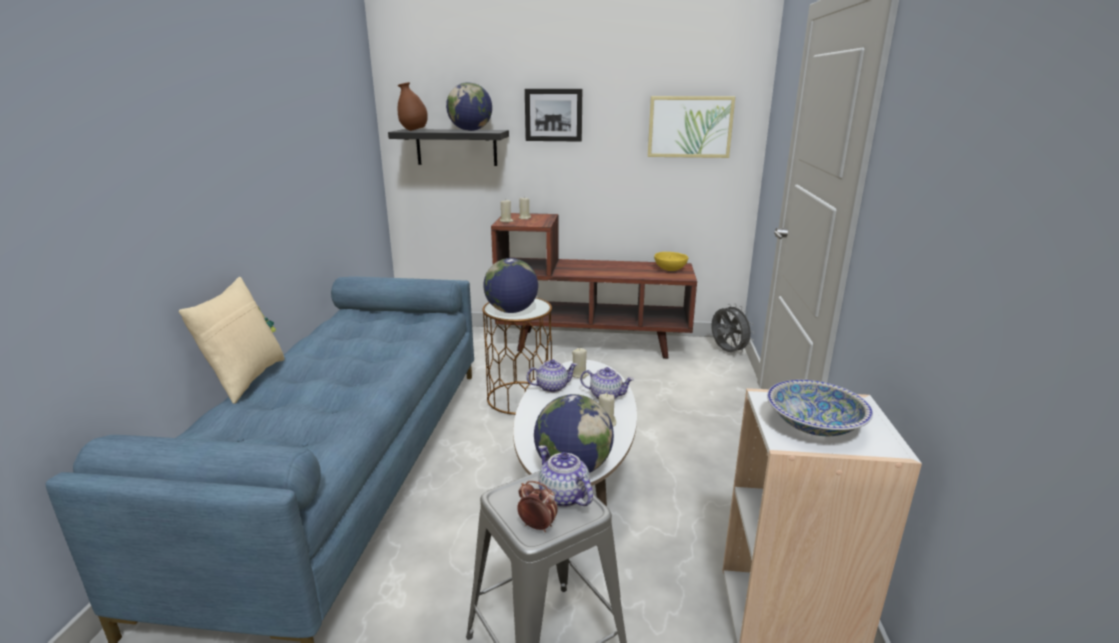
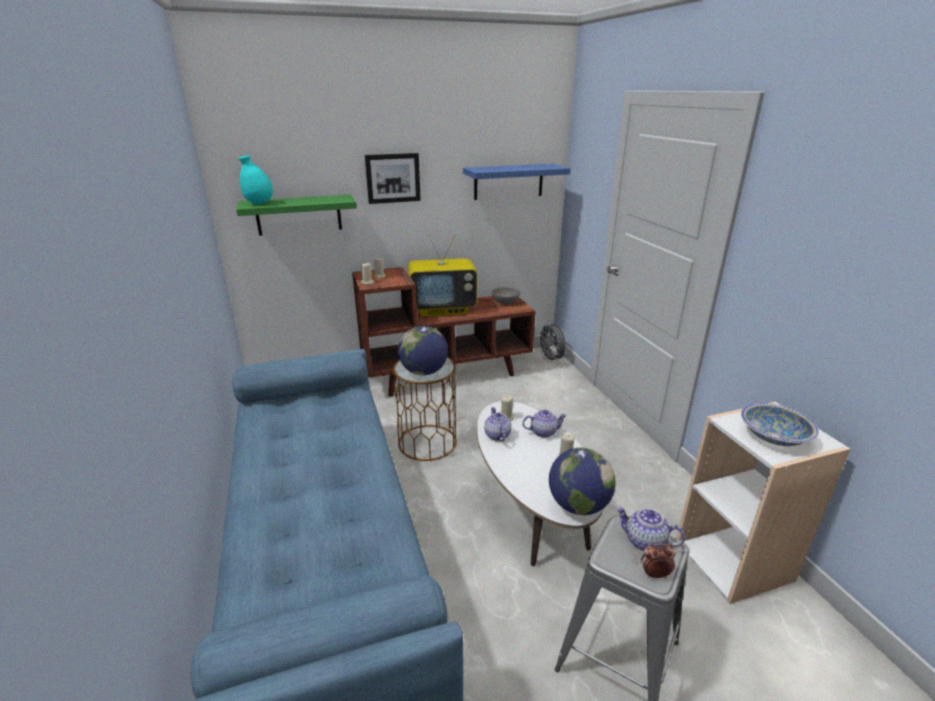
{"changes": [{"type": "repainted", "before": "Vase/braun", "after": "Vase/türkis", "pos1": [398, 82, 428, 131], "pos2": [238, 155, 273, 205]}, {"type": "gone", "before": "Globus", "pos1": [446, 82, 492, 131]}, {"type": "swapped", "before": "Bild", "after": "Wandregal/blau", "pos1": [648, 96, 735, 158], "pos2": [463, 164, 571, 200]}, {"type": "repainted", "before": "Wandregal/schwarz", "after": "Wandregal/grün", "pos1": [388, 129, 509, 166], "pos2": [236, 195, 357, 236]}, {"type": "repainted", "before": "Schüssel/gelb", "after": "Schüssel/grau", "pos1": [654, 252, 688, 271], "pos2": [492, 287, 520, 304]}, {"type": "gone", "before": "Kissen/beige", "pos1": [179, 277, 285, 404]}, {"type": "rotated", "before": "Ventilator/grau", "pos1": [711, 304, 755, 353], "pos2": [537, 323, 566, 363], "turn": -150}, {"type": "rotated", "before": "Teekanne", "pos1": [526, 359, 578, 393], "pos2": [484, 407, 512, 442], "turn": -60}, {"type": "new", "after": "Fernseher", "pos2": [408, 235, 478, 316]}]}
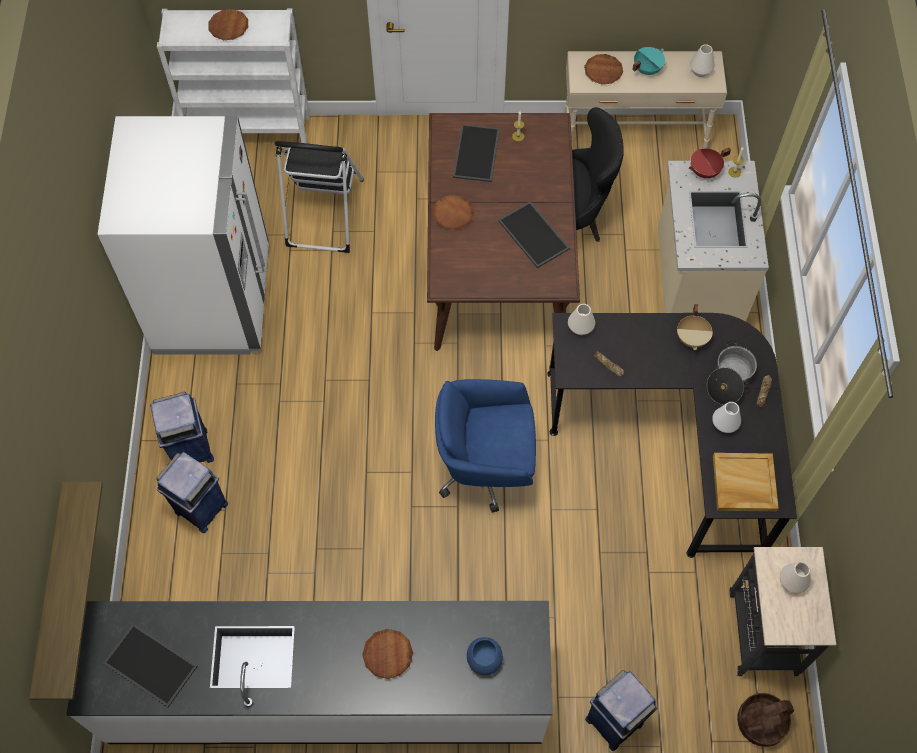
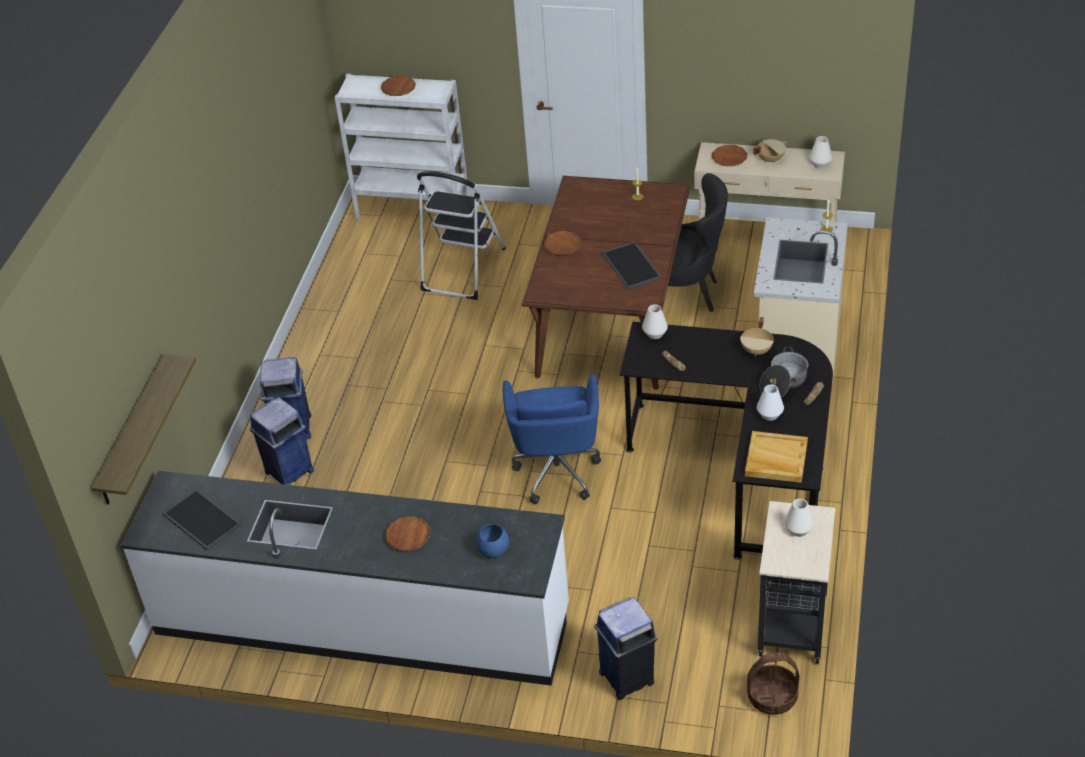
{"changes": [{"type": "repainted", "before": "Kochtopf/türkis", "after": "Kochtopf/beige", "pos1": [632, 47, 665, 75], "pos2": [753, 139, 786, 163]}, {"type": "gone", "before": "Kühlschrank/weiß", "pos1": [98, 116, 269, 355]}, {"type": "gone", "before": "Tablett", "pos1": [453, 124, 500, 182]}, {"type": "gone", "before": "Kochtopf/rot", "pos1": [689, 148, 731, 178]}, {"type": "rotated", "before": "Bürostuhl/blau", "pos1": [435, 379, 536, 513], "pos2": [503, 374, 601, 504], "turn": -105}]}
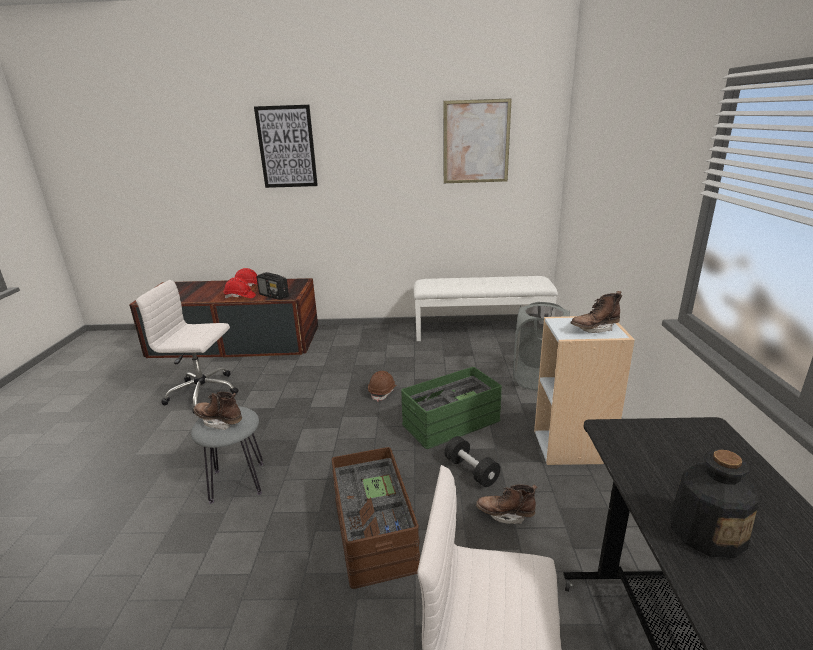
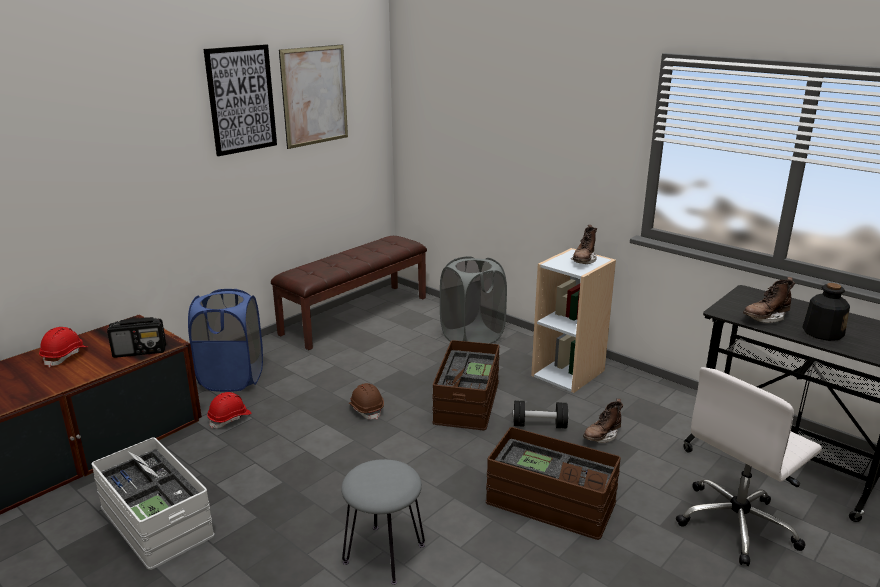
{"changes": [{"type": "shifted", "before": "Bild", "pos1": [254, 105, 318, 188], "pos2": [204, 44, 277, 156]}, {"type": "repainted", "before": "Bank/weiß", "after": "Bank/braun", "pos1": [414, 276, 558, 341], "pos2": [271, 236, 427, 350]}, {"type": "shifted", "before": "Schutzhelm/rot", "pos1": [224, 277, 256, 298], "pos2": [207, 392, 252, 429]}, {"type": "swapped", "before": "Bürostuhl/weiß", "after": "Aufbewahrungsbox/weiß", "pos1": [136, 280, 238, 414], "pos2": [91, 438, 215, 570]}, {"type": "repainted", "before": "Aufbewahrungsbox/grün", "after": "Aufbewahrungsbox/braun", "pos1": [401, 367, 502, 449], "pos2": [432, 340, 499, 430]}, {"type": "shifted", "before": "Stiefel/braun", "pos1": [193, 392, 242, 430], "pos2": [743, 277, 795, 323]}, {"type": "new", "after": "Wäschekorb/blau", "pos2": [188, 289, 263, 392]}]}
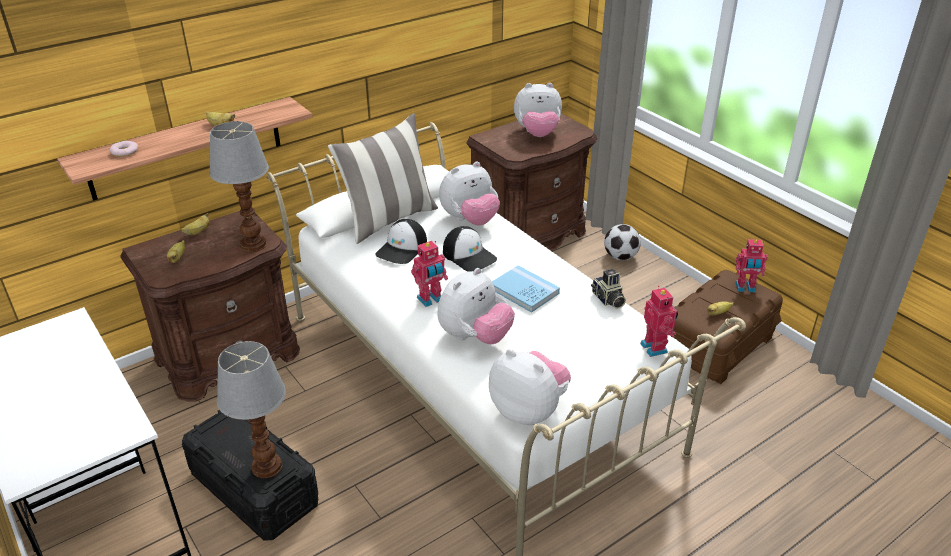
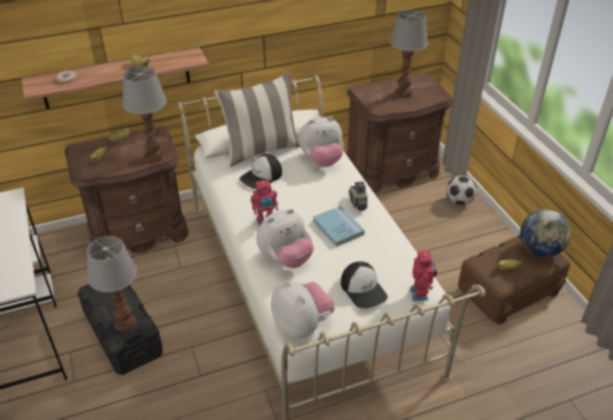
{"changes": [{"type": "swapped", "before": "Plüschtier", "after": "Tischlampe", "pos1": [514, 83, 562, 137], "pos2": [390, 10, 428, 98]}, {"type": "shifted", "before": "Kappe", "pos1": [443, 226, 497, 271], "pos2": [341, 262, 387, 309]}, {"type": "swapped", "before": "Spielzeugroboter", "after": "Globus", "pos1": [735, 239, 768, 292], "pos2": [520, 209, 571, 257]}, {"type": "shifted", "before": "Kamera", "pos1": [591, 269, 626, 309], "pos2": [349, 182, 368, 211]}]}
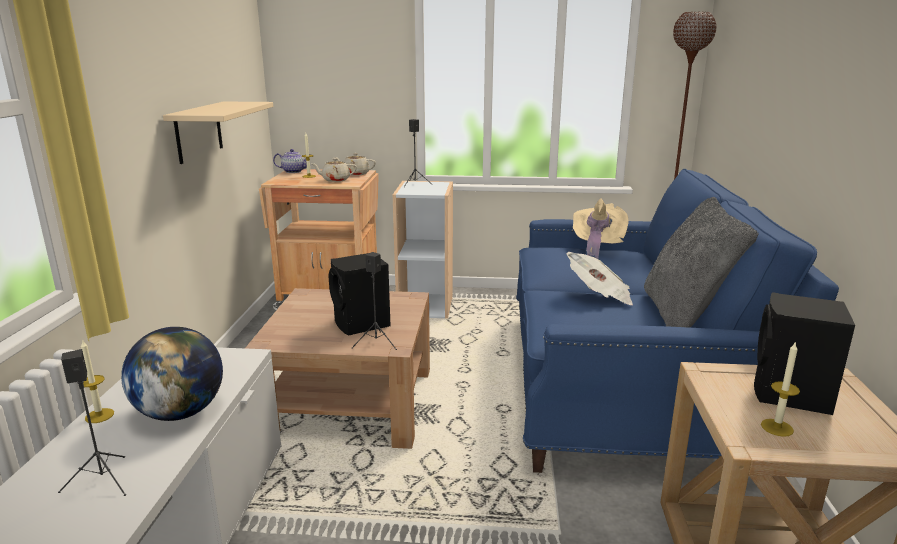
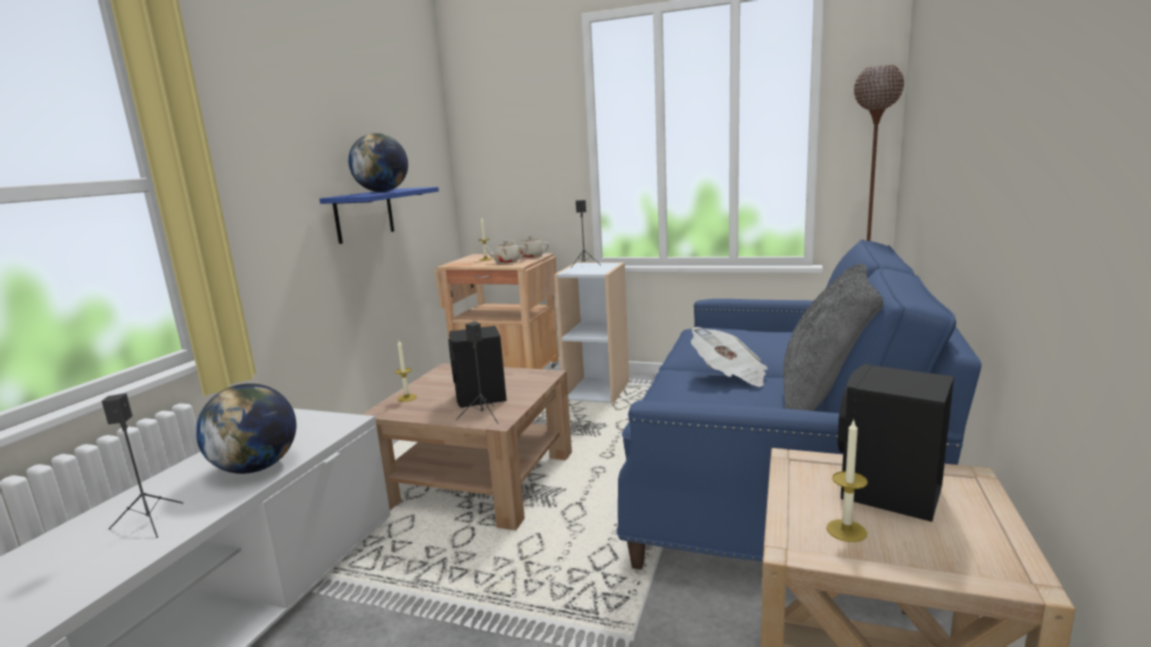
{"changes": [{"type": "repainted", "before": "Wandregal/beige", "after": "Wandregal/blau", "pos1": [163, 102, 273, 164], "pos2": [320, 187, 439, 244]}, {"type": "gone", "before": "Teekanne", "pos1": [273, 149, 311, 173]}, {"type": "gone", "before": "Hut/beige", "pos1": [573, 198, 628, 259]}, {"type": "shifted", "before": "Kerze", "pos1": [81, 339, 114, 423], "pos2": [395, 341, 417, 402]}, {"type": "new", "after": "Globus", "pos2": [348, 133, 408, 192]}]}
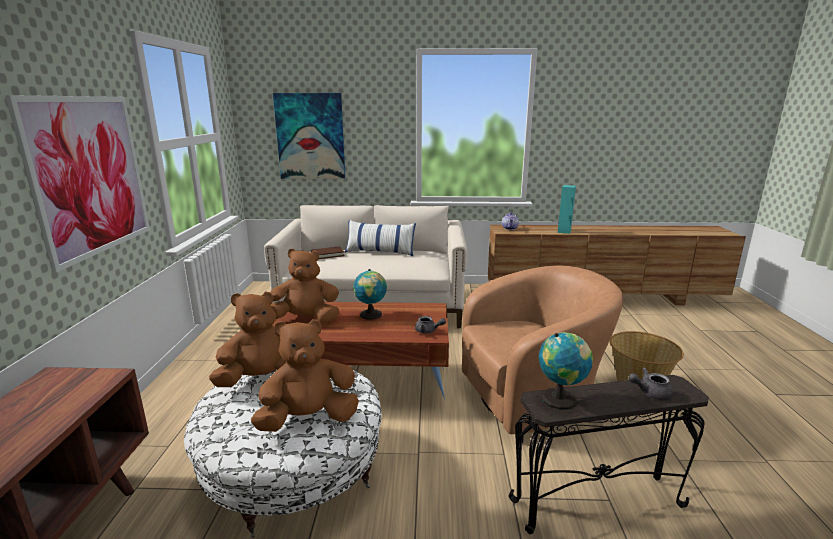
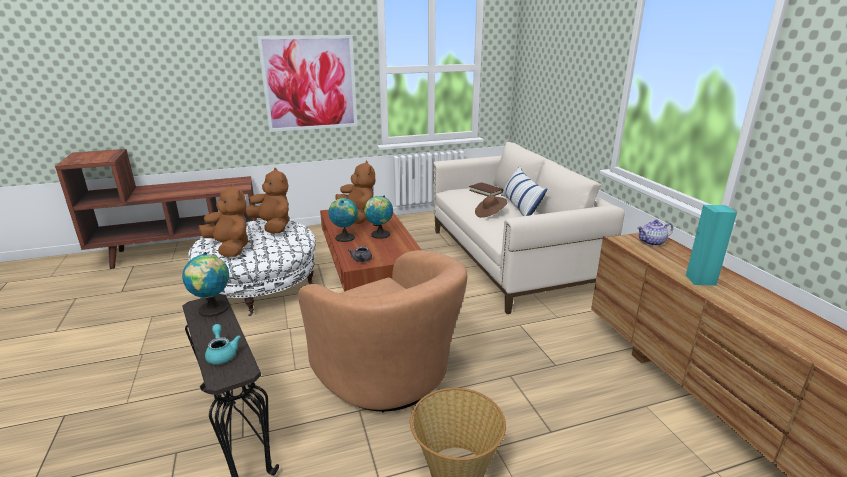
{"changes": [{"type": "gone", "before": "Bild", "pos1": [273, 93, 345, 179]}, {"type": "repainted", "before": "Teekanne/grau", "after": "Teekanne/türkis", "pos1": [629, 367, 673, 400], "pos2": [205, 324, 241, 364]}, {"type": "new", "after": "Hut/braun", "pos2": [475, 195, 507, 218]}, {"type": "new", "after": "Globus", "pos2": [328, 198, 358, 242]}]}
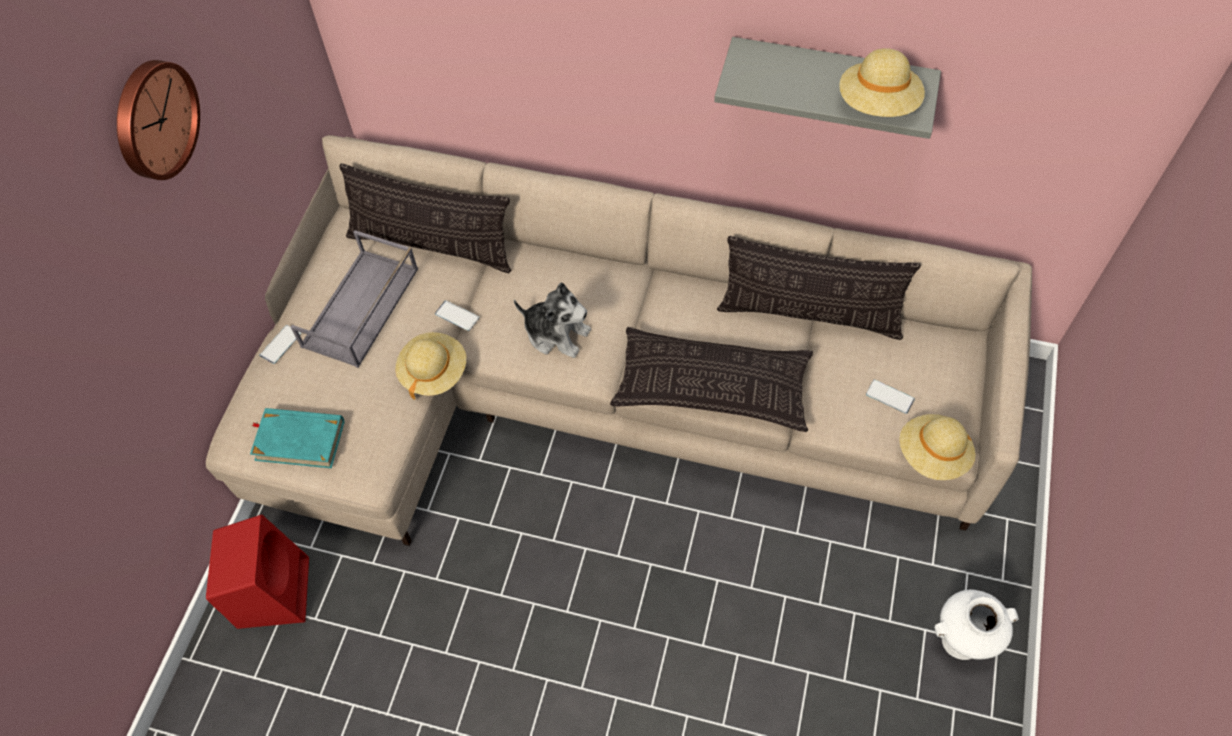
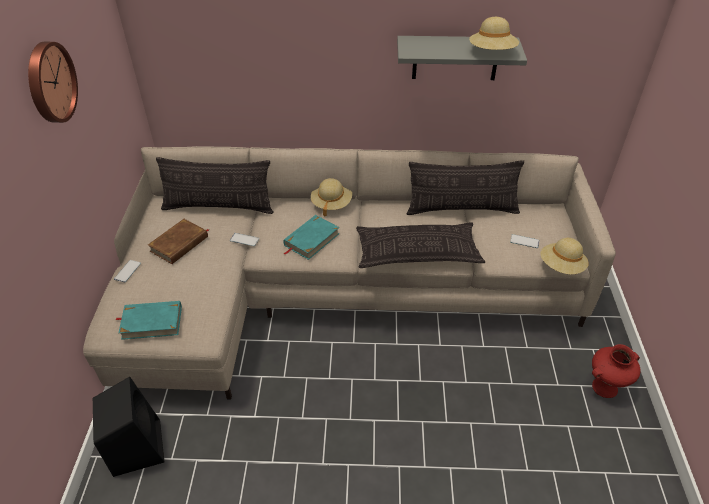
{"changes": [{"type": "swapped", "before": "Tablett/grau", "after": "Buch/braun", "pos1": [291, 230, 418, 368], "pos2": [148, 219, 209, 264]}, {"type": "swapped", "before": "Plüschtier", "after": "Buch/türkis", "pos1": [514, 283, 591, 358], "pos2": [283, 215, 339, 260]}, {"type": "shifted", "before": "Hut/beige", "pos1": [395, 332, 466, 400], "pos2": [311, 178, 352, 217]}, {"type": "repainted", "before": "Lautsprecher/rot", "after": "Lautsprecher/schwarz", "pos1": [206, 514, 309, 629], "pos2": [93, 377, 164, 477]}, {"type": "repainted", "before": "Vase/weiß", "after": "Vase/rot", "pos1": [934, 590, 1019, 660], "pos2": [592, 344, 641, 398]}]}
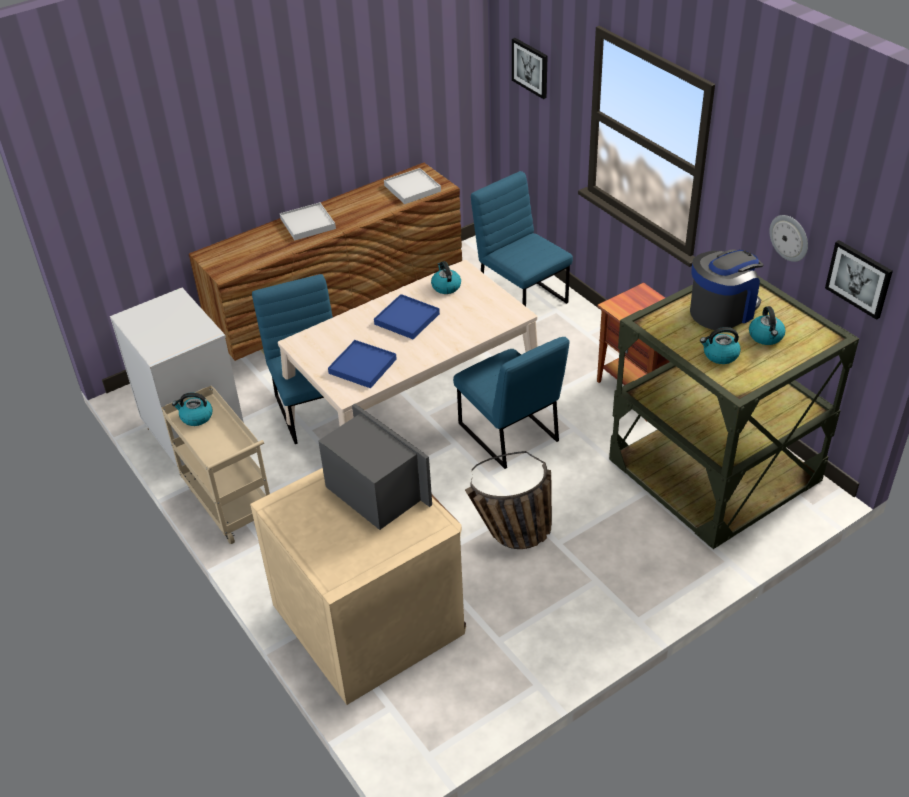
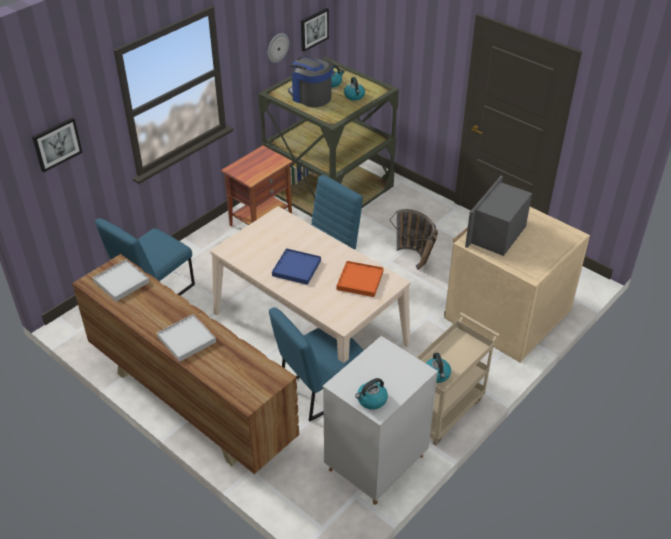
{"changes": [{"type": "shifted", "before": "Wasserkessel", "pos1": [431, 261, 461, 294], "pos2": [355, 378, 388, 410]}, {"type": "repainted", "before": "Tablett/blau", "after": "Tablett/orange", "pos1": [328, 340, 397, 388], "pos2": [337, 261, 383, 297]}]}
